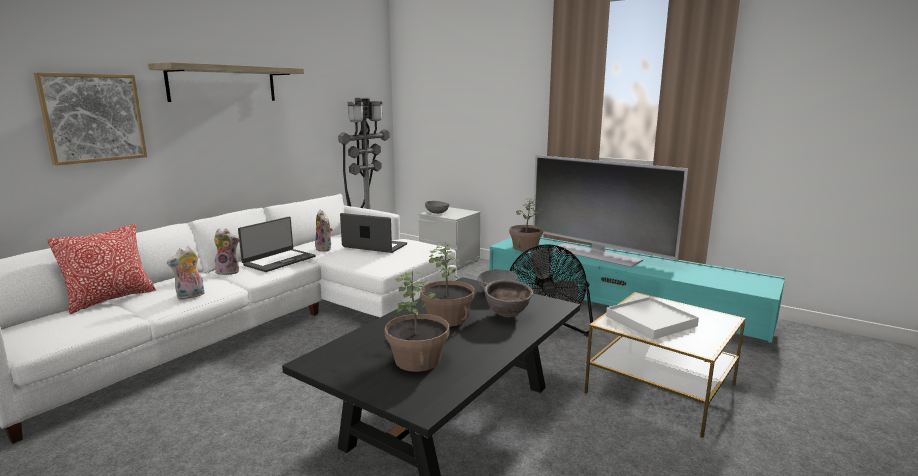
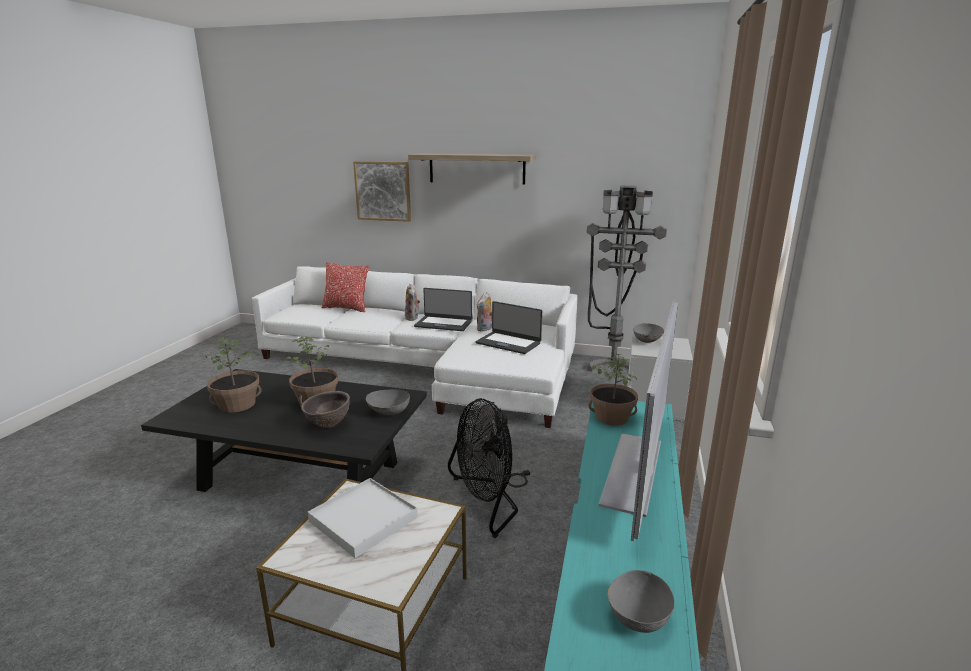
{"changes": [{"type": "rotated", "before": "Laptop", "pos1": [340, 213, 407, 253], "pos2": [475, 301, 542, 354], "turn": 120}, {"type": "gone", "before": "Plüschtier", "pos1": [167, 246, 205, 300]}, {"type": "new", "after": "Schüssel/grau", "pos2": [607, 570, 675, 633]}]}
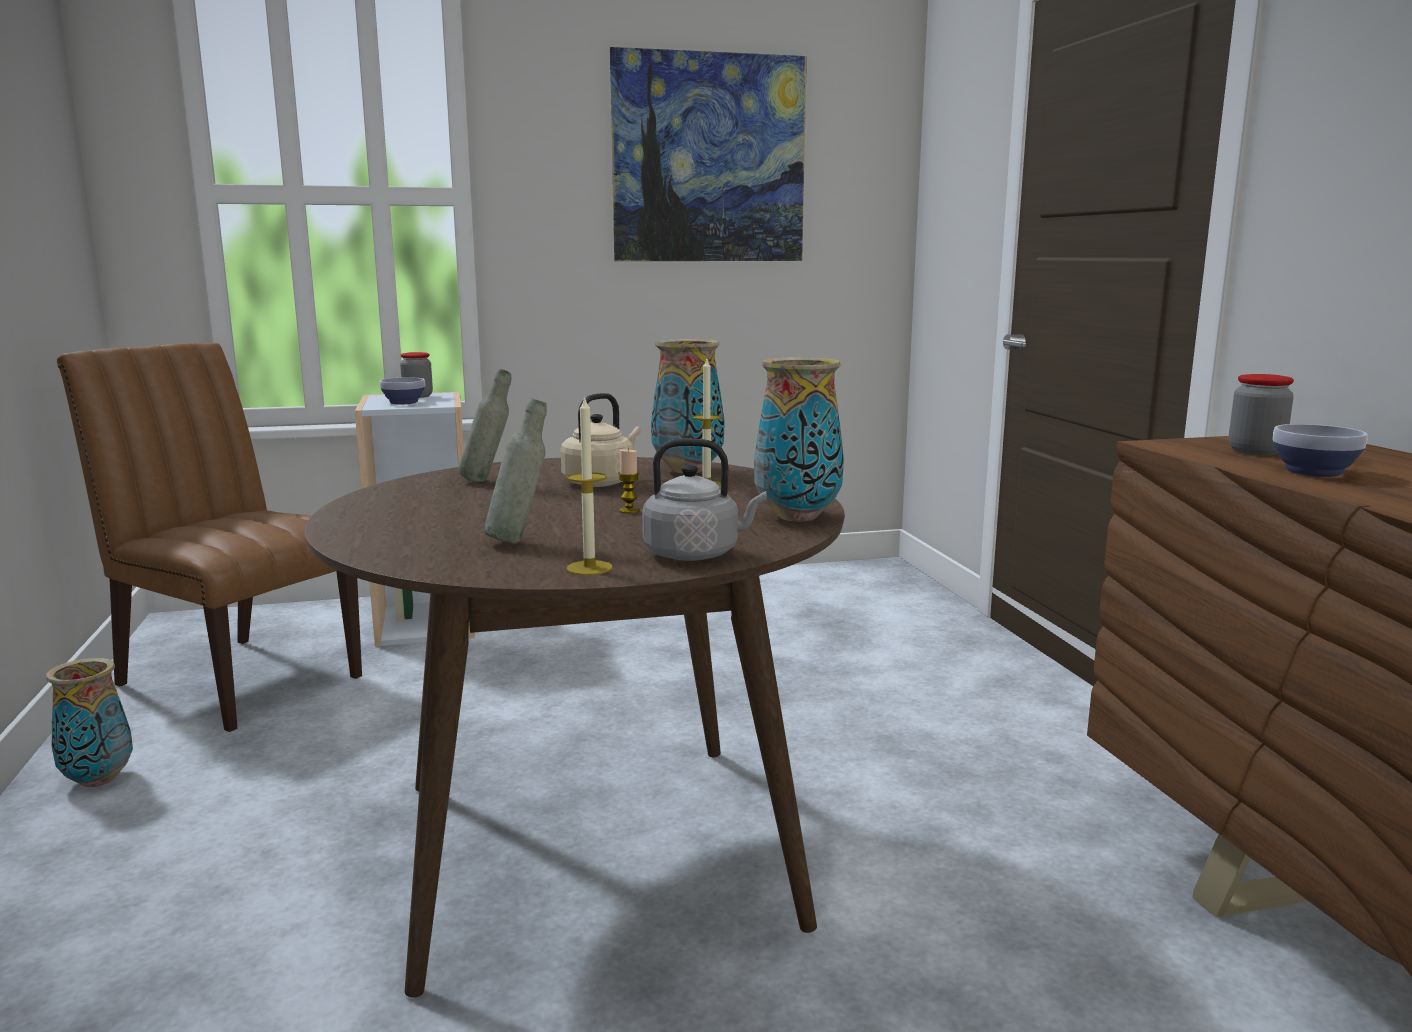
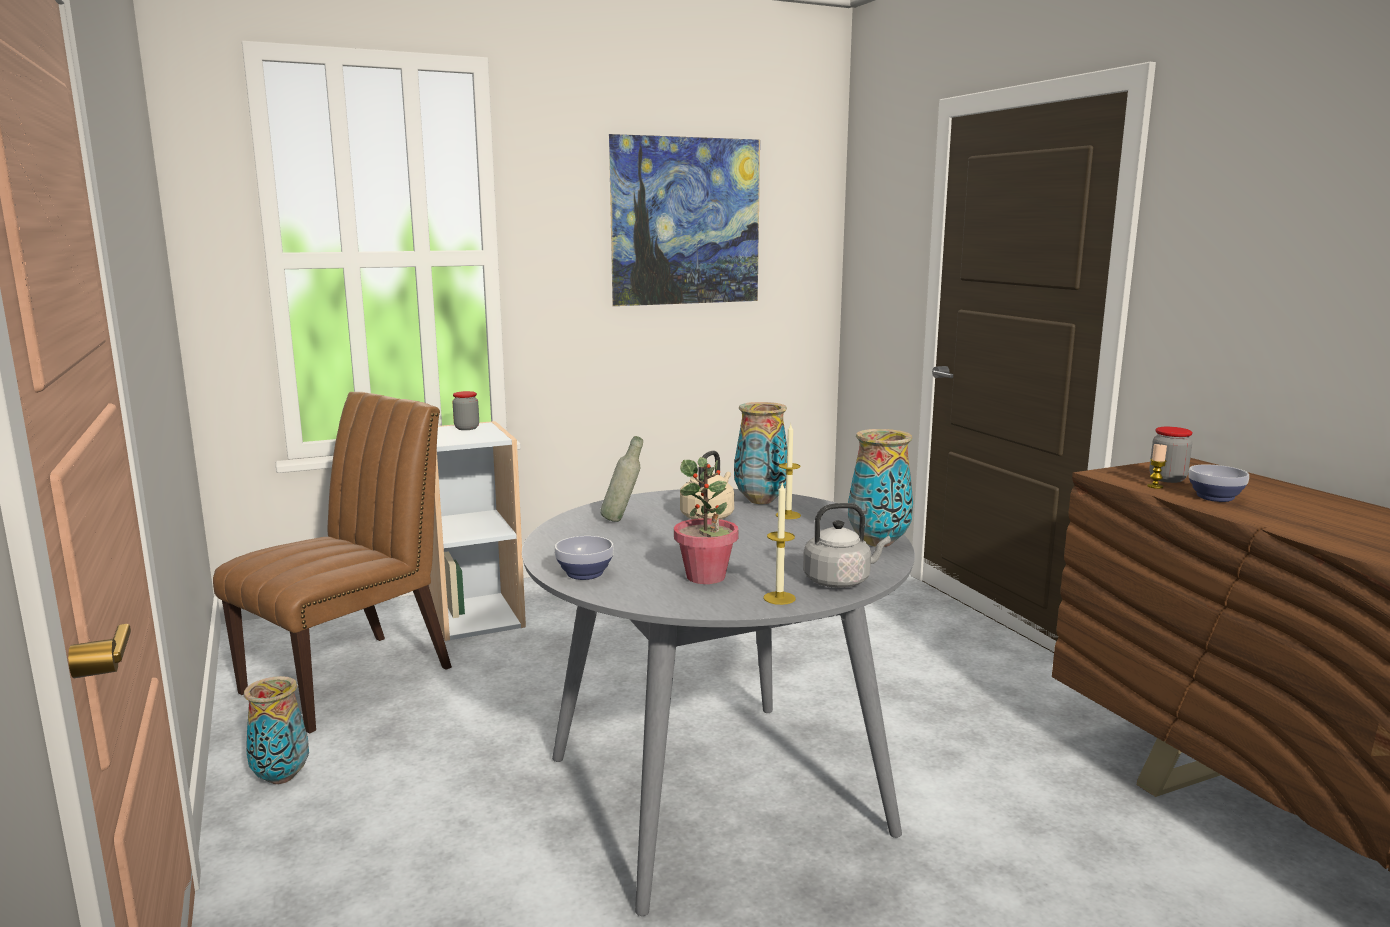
{"changes": [{"type": "rotated", "before": "Stuhl/braun", "pos1": [57, 343, 362, 732], "pos2": [213, 392, 452, 734], "turn": 105}, {"type": "shifted", "before": "Schüssel", "pos1": [380, 377, 425, 405], "pos2": [554, 536, 614, 580]}, {"type": "swapped", "before": "Flasche/grau", "after": "Topfpflanze", "pos1": [484, 398, 547, 544], "pos2": [674, 457, 739, 584]}, {"type": "shifted", "before": "Kerze", "pos1": [618, 449, 640, 514], "pos2": [1147, 444, 1167, 489]}, {"type": "repainted", "before": "Esstisch/braun", "after": "Esstisch/grau", "pos1": [305, 457, 845, 998], "pos2": [522, 489, 915, 916]}]}
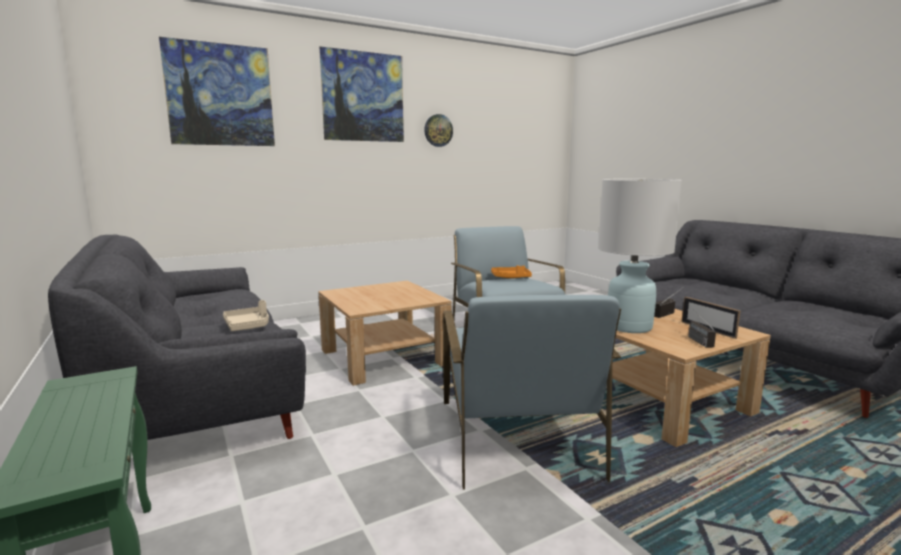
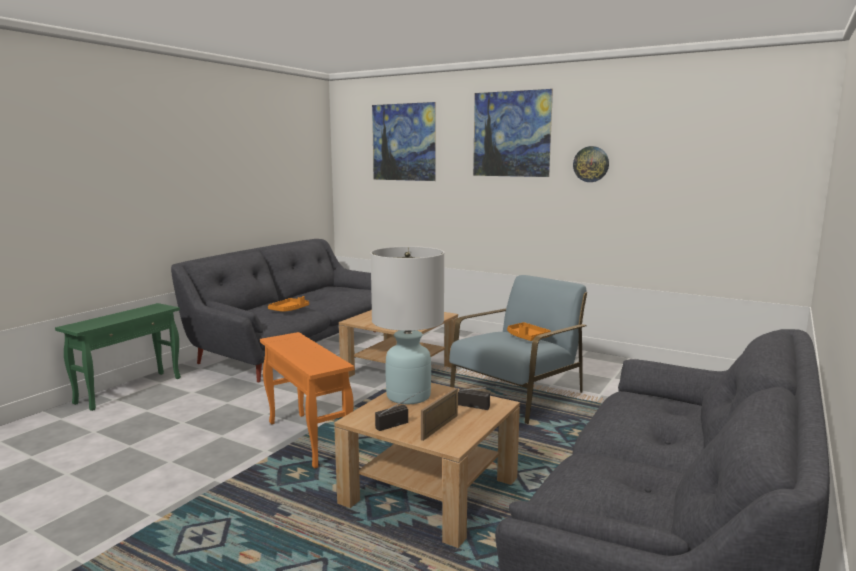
{"changes": [{"type": "swapped", "before": "Sessel/blau", "after": "Beistelltisch/orange", "pos1": [443, 295, 621, 489], "pos2": [260, 332, 354, 469]}, {"type": "repainted", "before": "Tablett/beige", "after": "Tablett/orange", "pos1": [223, 300, 269, 331], "pos2": [268, 296, 309, 312]}]}
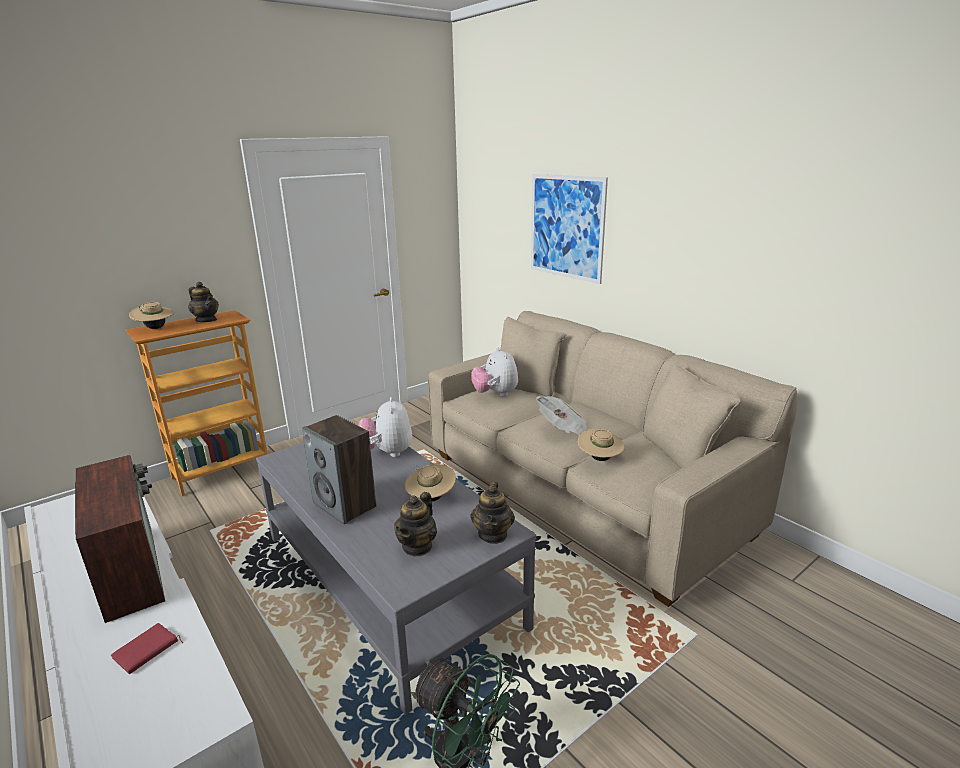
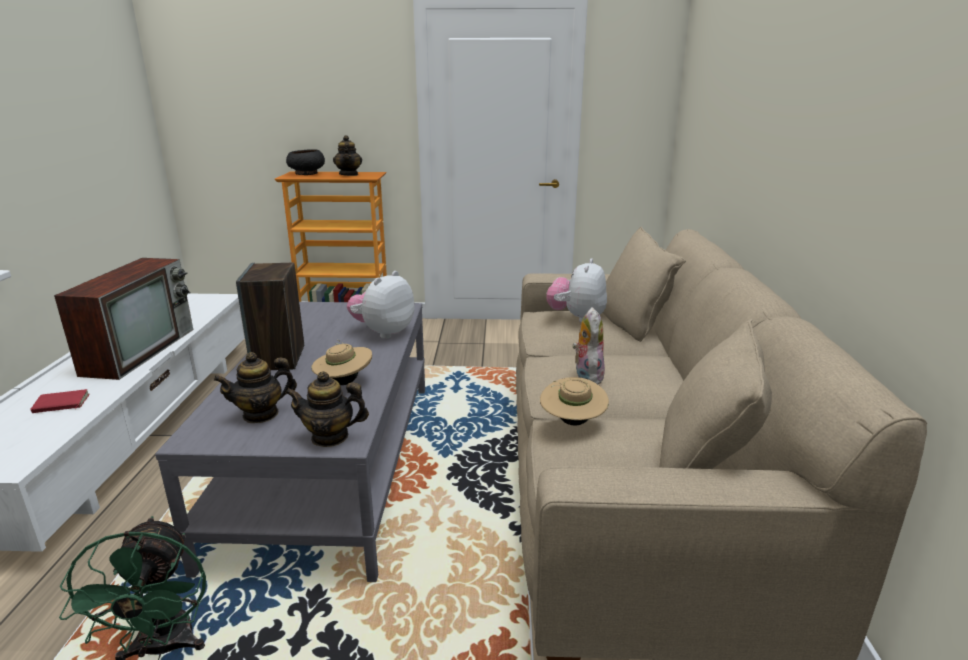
{"changes": [{"type": "gone", "before": "Bild", "pos1": [531, 174, 608, 284]}, {"type": "swapped", "before": "Hut/beige", "after": "Schüssel/schwarz", "pos1": [129, 302, 174, 329], "pos2": [286, 149, 325, 175]}, {"type": "swapped", "before": "Zeitung", "after": "Plüschtier", "pos1": [536, 396, 587, 435], "pos2": [572, 307, 605, 385]}, {"type": "rotated", "before": "Teekanne", "pos1": [470, 481, 515, 544], "pos2": [285, 371, 369, 447], "turn": 45}]}
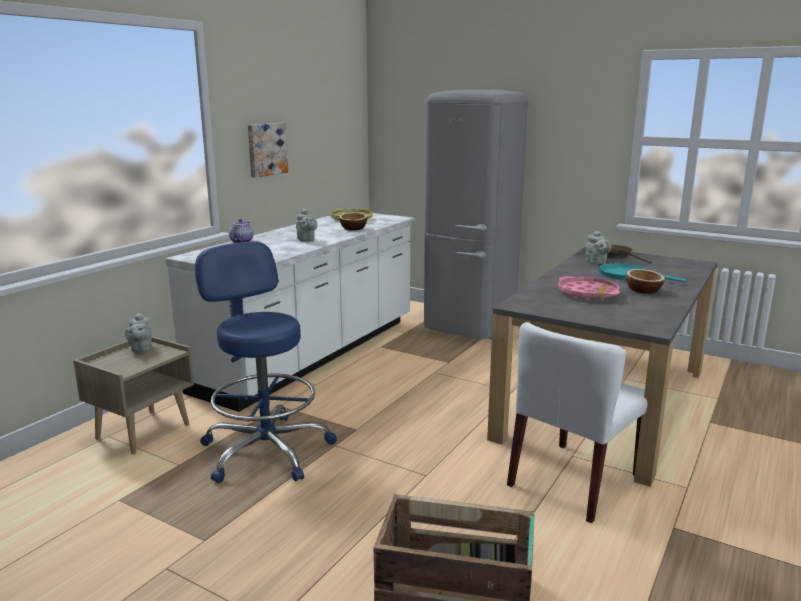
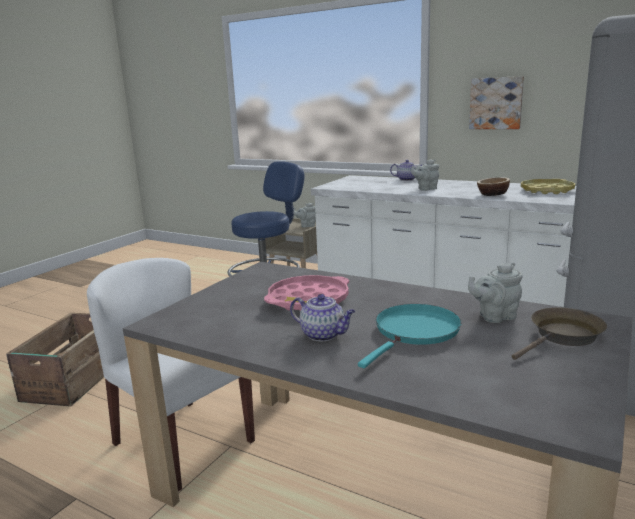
{"changes": [{"type": "swapped", "before": "Schüssel", "after": "Teekanne", "pos1": [626, 269, 665, 294], "pos2": [290, 294, 355, 341]}]}
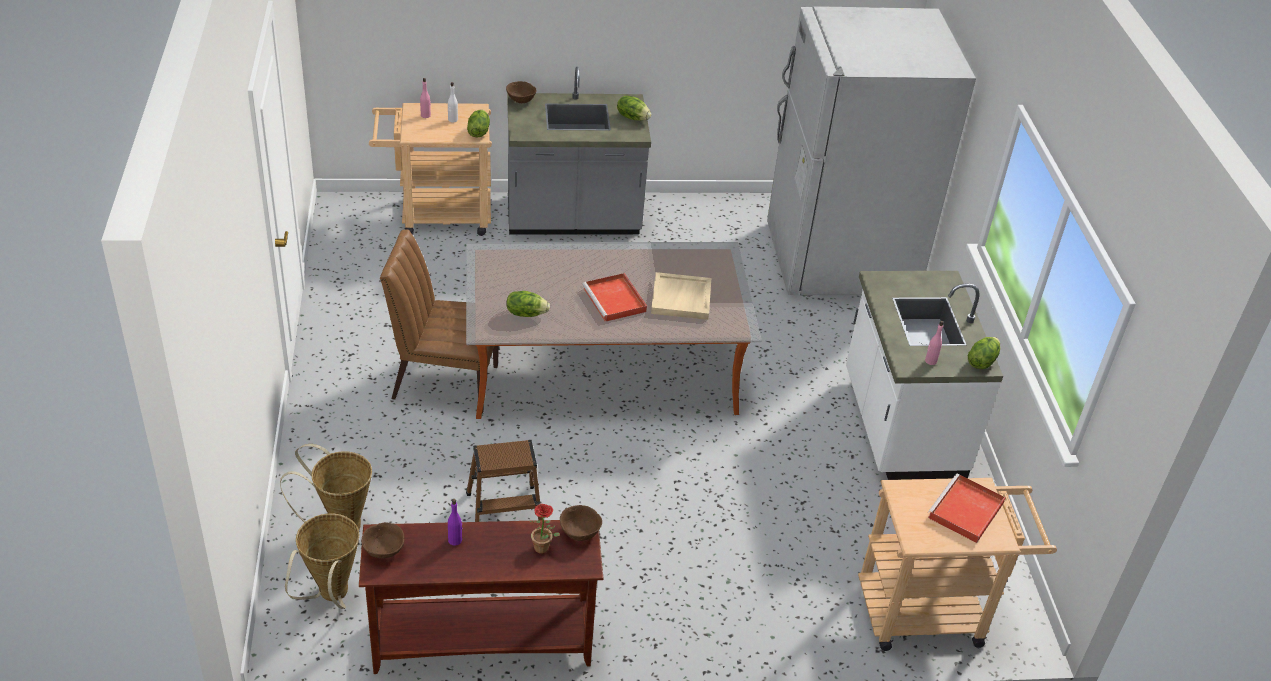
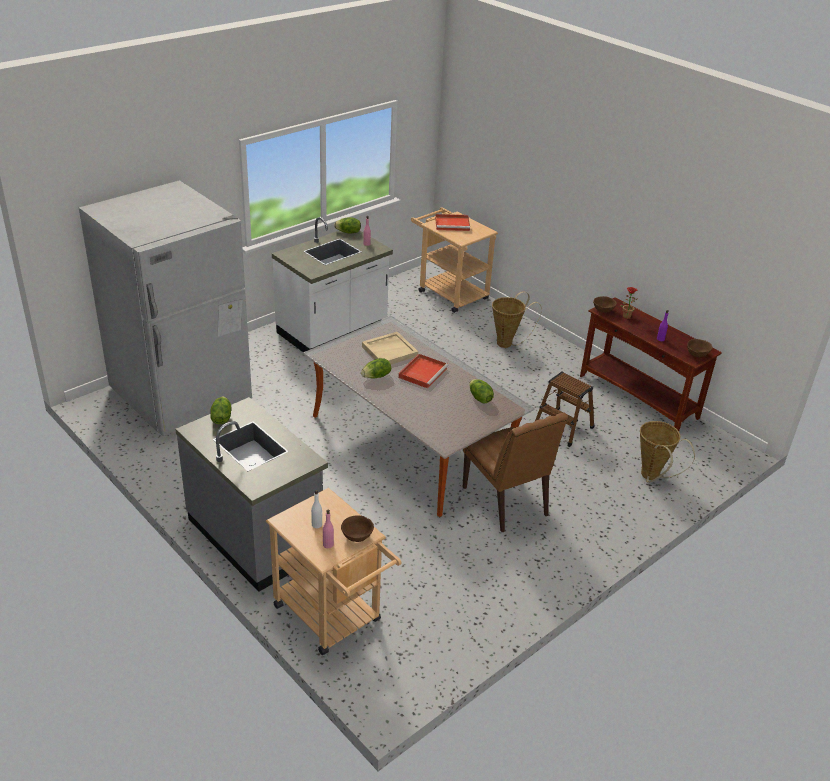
{"changes": [{"type": "shifted", "before": "Schüssel/braun", "pos1": [506, 81, 537, 103], "pos2": [341, 515, 374, 542]}, {"type": "shifted", "before": "Salatkopf", "pos1": [467, 110, 490, 138], "pos2": [361, 358, 391, 379]}, {"type": "shifted", "before": "Korb", "pos1": [285, 513, 359, 609], "pos2": [492, 291, 542, 348]}]}
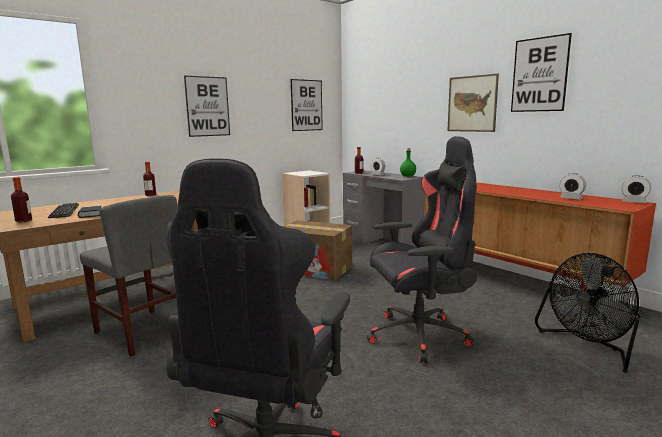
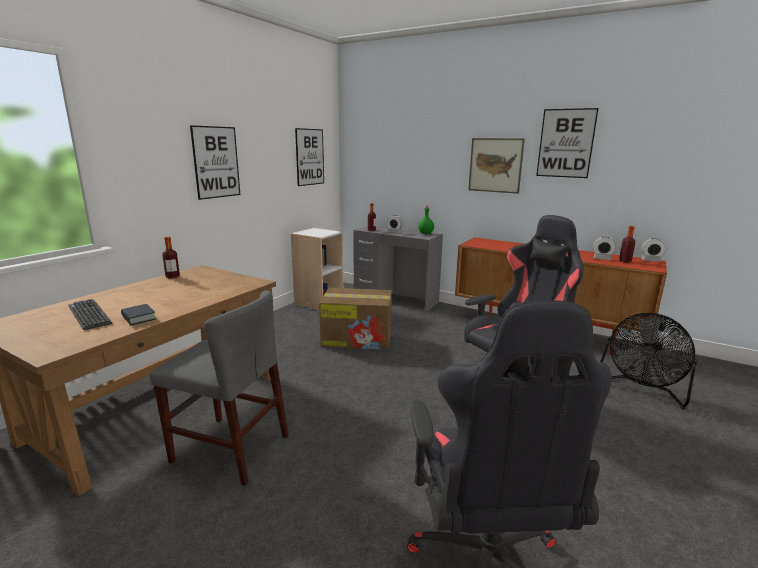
{"changes": [{"type": "shifted", "before": "Flasche", "pos1": [11, 177, 32, 222], "pos2": [619, 226, 635, 263]}]}
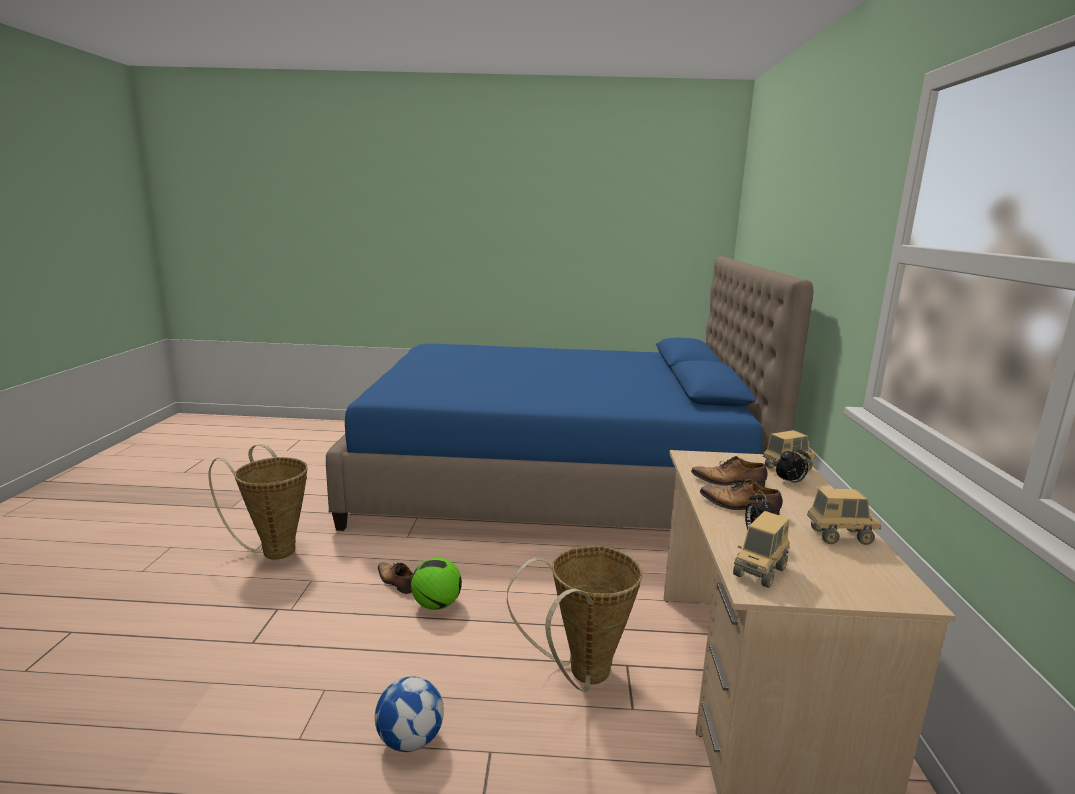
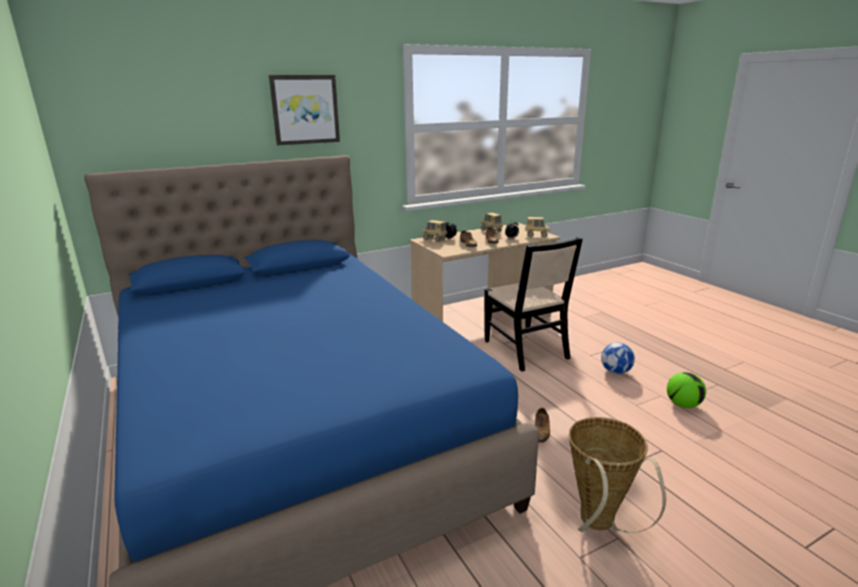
{"changes": [{"type": "swapped", "before": "Korb", "after": "Stuhl", "pos1": [507, 546, 642, 692], "pos2": [484, 237, 583, 372]}, {"type": "shifted", "before": "Fußball", "pos1": [411, 557, 462, 610], "pos2": [667, 372, 706, 408]}, {"type": "new", "after": "Bild", "pos2": [269, 75, 340, 145]}]}
